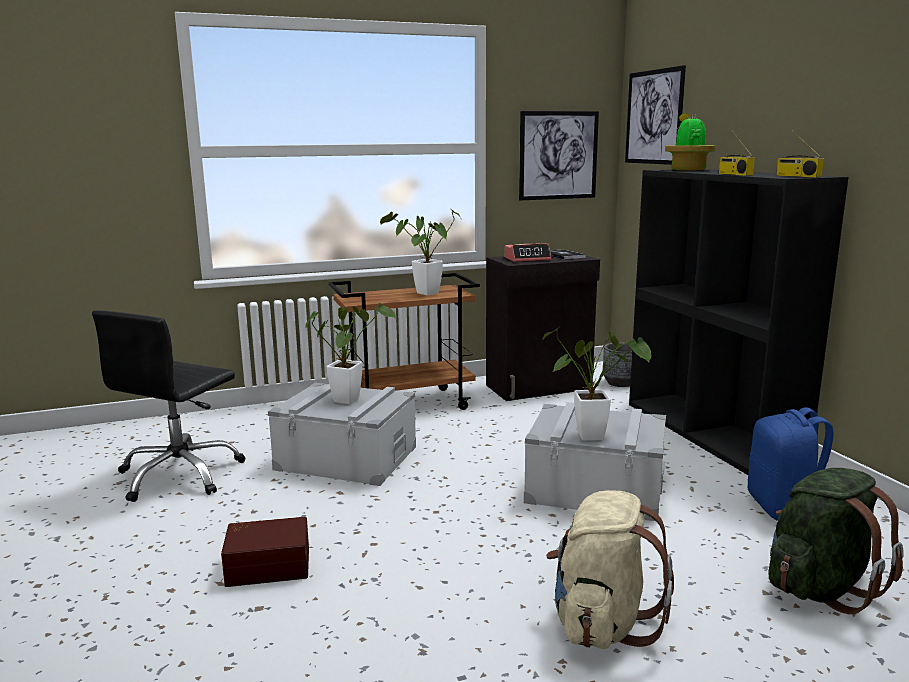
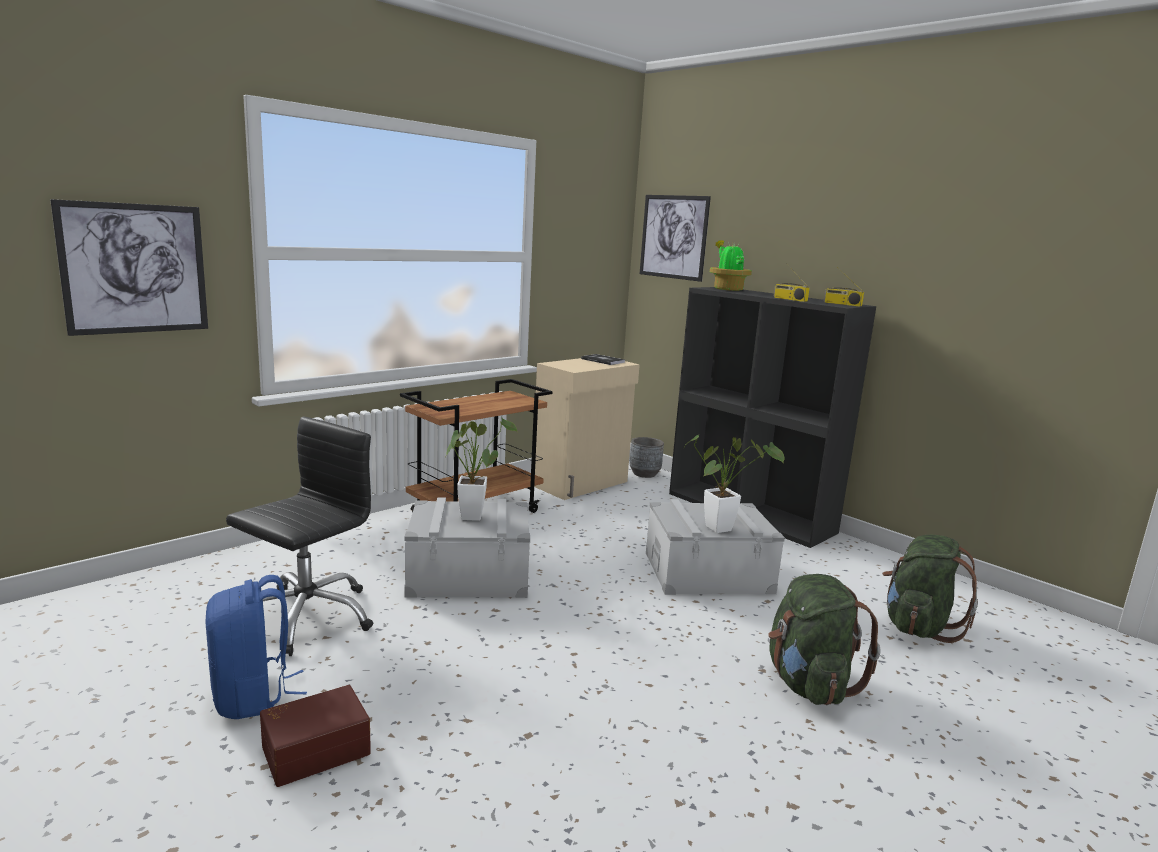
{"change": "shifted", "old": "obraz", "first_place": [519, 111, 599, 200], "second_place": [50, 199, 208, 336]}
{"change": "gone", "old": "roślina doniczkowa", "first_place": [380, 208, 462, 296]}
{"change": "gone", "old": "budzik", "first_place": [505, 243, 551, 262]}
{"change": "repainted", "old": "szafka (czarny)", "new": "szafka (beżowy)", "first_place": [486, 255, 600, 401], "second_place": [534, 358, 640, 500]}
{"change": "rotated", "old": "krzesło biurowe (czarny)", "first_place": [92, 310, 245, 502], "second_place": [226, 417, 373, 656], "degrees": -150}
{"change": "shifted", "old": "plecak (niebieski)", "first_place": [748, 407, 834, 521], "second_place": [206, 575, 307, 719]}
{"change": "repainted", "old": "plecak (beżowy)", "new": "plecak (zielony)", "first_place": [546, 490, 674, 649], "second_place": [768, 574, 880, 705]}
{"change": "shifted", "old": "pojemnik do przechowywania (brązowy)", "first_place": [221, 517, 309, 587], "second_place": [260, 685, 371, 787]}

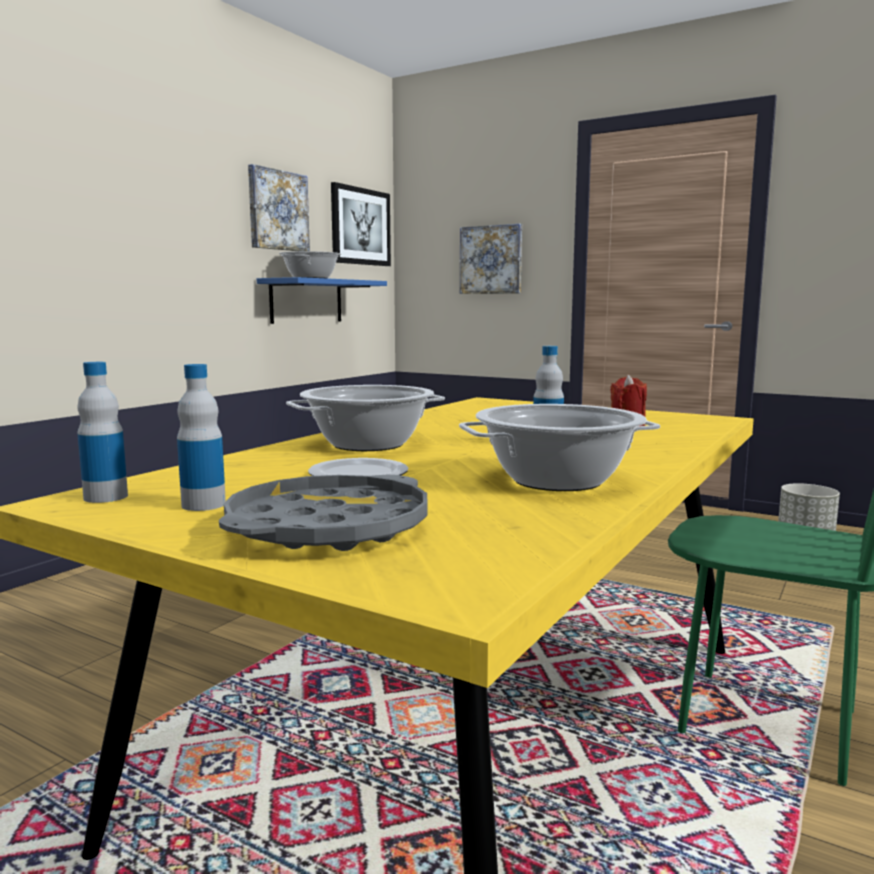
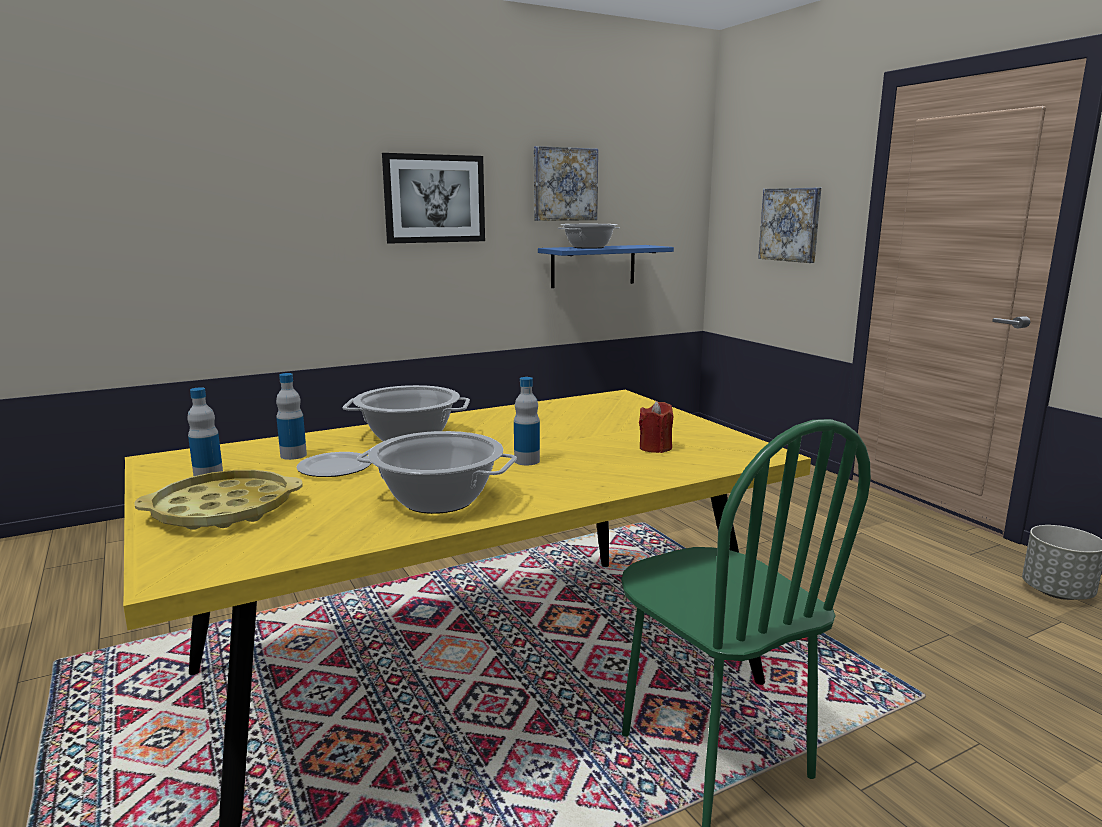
{"change": "shifted", "old": "obraz", "first_place": [331, 182, 391, 266], "second_place": [382, 153, 485, 244]}
{"change": "shifted", "old": "butelka", "first_place": [77, 362, 128, 503], "second_place": [276, 373, 307, 460]}
{"change": "repainted", "old": "taca (szary)", "new": "taca (żółty)", "first_place": [219, 475, 428, 551], "second_place": [134, 470, 302, 530]}

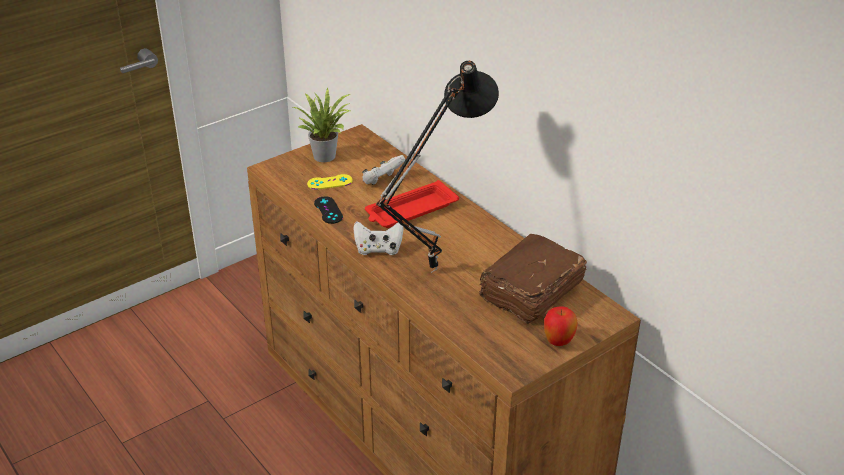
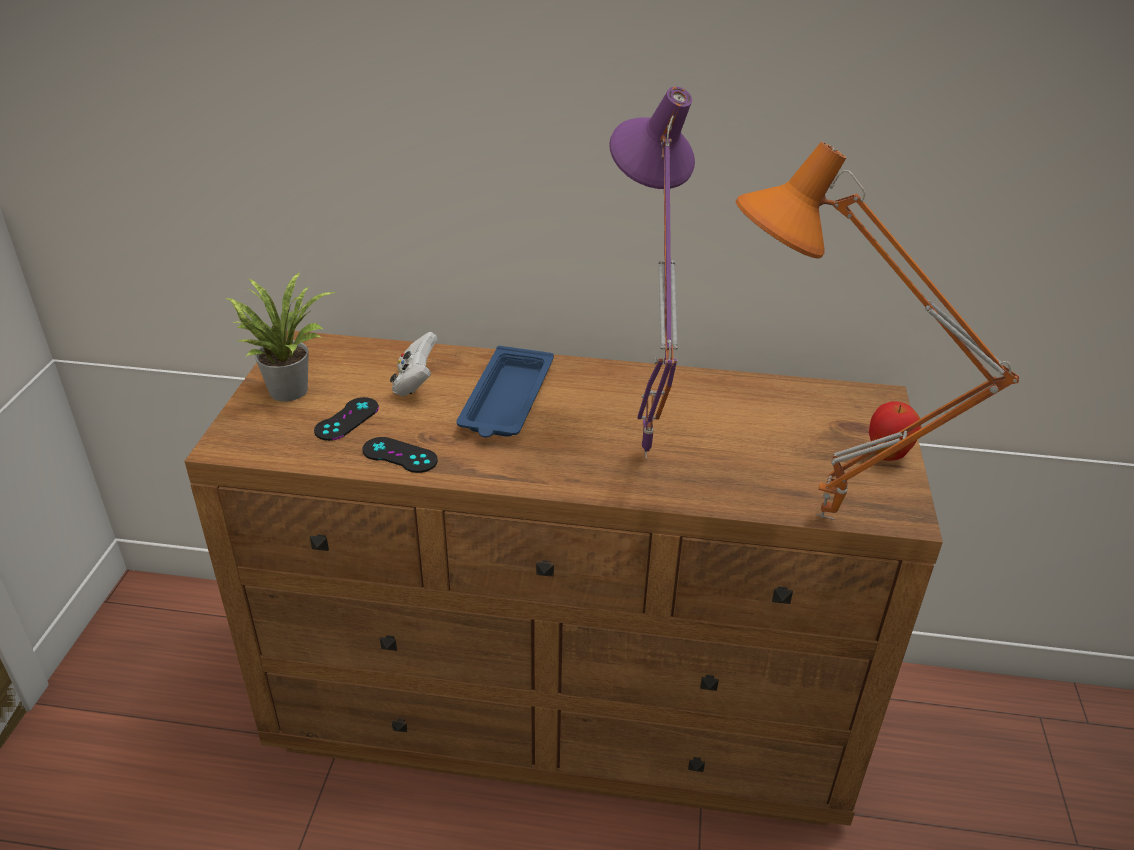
{"change": "repainted", "old": "lampa stołowa (czarny)", "new": "lampa stołowa (fioletowy)", "first_place": [376, 61, 499, 273], "second_place": [610, 87, 695, 460]}
{"change": "repainted", "old": "pad do gier (żółty)", "new": "pad do gier (czarny)", "first_place": [307, 174, 353, 190], "second_place": [314, 397, 379, 441]}
{"change": "repainted", "old": "taca (czerwony)", "new": "taca (niebieski)", "first_place": [365, 180, 459, 228], "second_place": [456, 346, 554, 437]}
{"change": "gone", "old": "pad do gier (biały)", "first_place": [353, 221, 404, 255]}
{"change": "gone", "old": "książka (brązowy)", "first_place": [479, 234, 587, 324]}
{"change": "new", "new": "lampa stołowa (pomarańczowy)", "second_place": [736, 141, 1019, 520]}

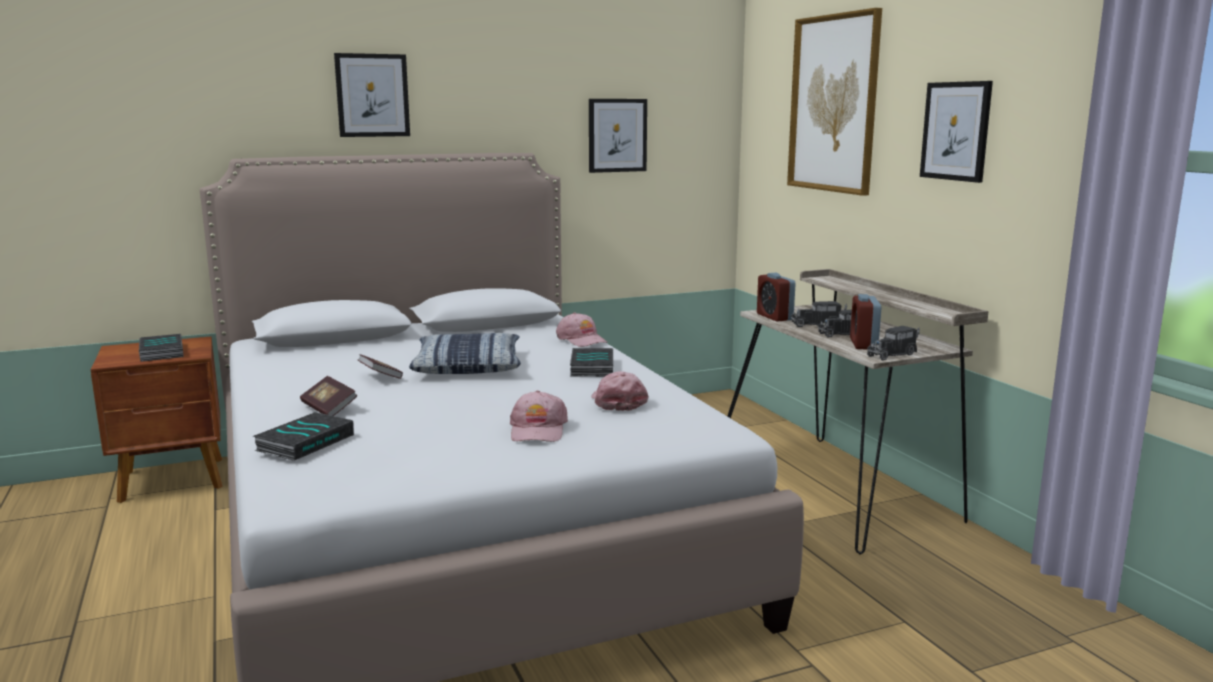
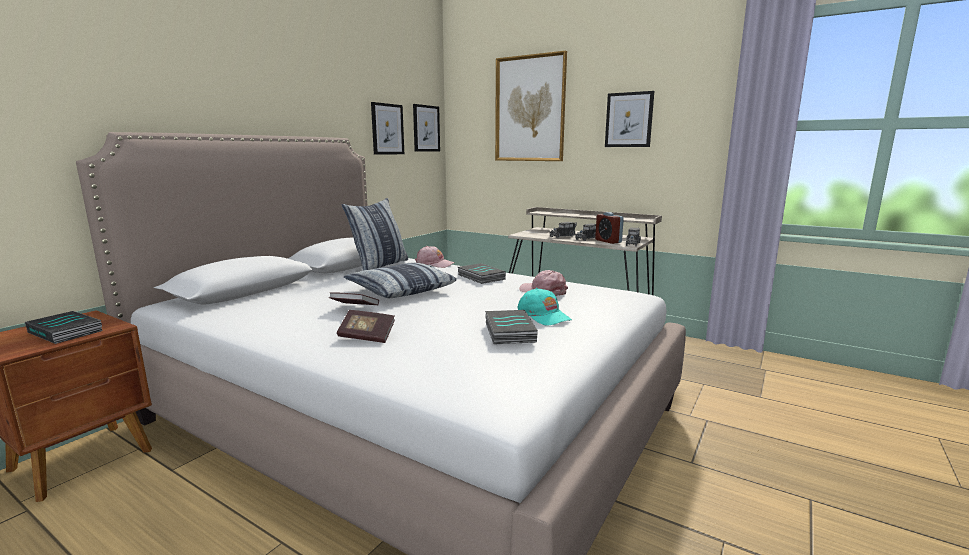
{"change": "shifted", "old": "obraz", "first_place": [334, 53, 410, 137], "second_place": [413, 104, 440, 152]}
{"change": "gone", "old": "budzik", "first_place": [757, 273, 796, 322]}
{"change": "repainted", "old": "czapka z daszkiem (różowy)", "new": "czapka z daszkiem (turkusowy)", "first_place": [510, 390, 568, 442], "second_place": [517, 288, 572, 326]}
{"change": "shifted", "old": "książka", "first_place": [252, 412, 354, 461], "second_place": [485, 310, 538, 344]}
{"change": "new", "new": "poduszka", "second_place": [341, 198, 408, 271]}

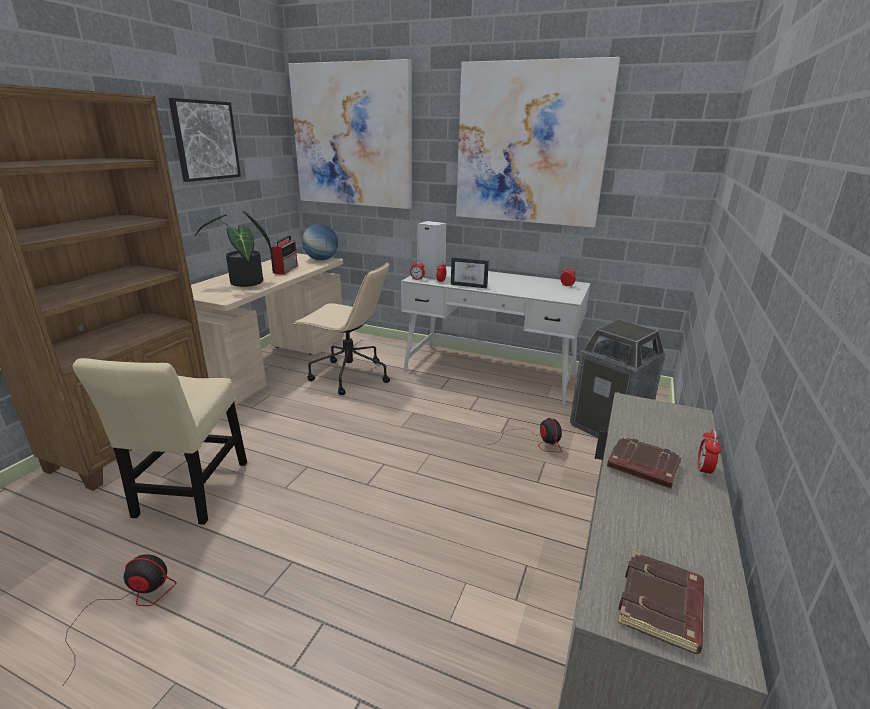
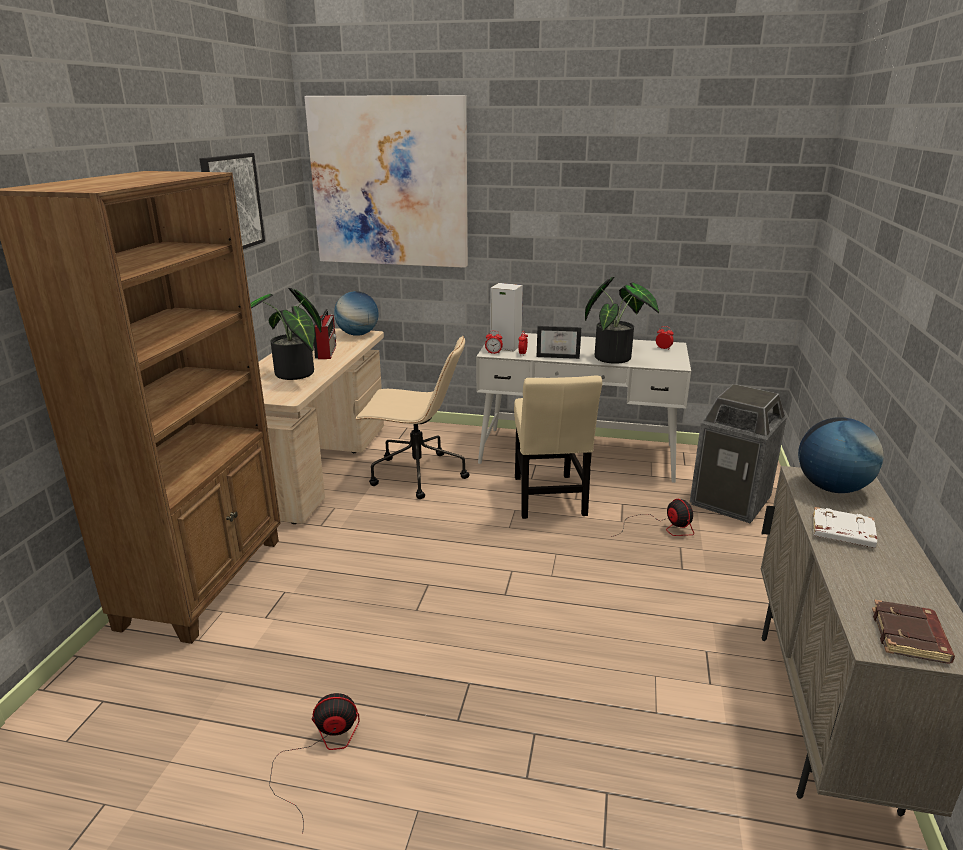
{"change": "gone", "old": "obraz", "first_place": [456, 57, 620, 228]}
{"change": "shifted", "old": "krzesło (beżowy)", "first_place": [72, 358, 247, 525], "second_place": [514, 375, 602, 519]}
{"change": "gone", "old": "budzik", "first_place": [698, 429, 721, 477]}
{"change": "repainted", "old": "książka (brązowy)", "new": "książka (biały)", "first_place": [607, 436, 683, 489], "second_place": [813, 507, 877, 548]}
{"change": "new", "new": "roślina doniczkowa", "second_place": [585, 277, 659, 364]}
{"change": "new", "new": "globus", "second_place": [798, 417, 884, 493]}

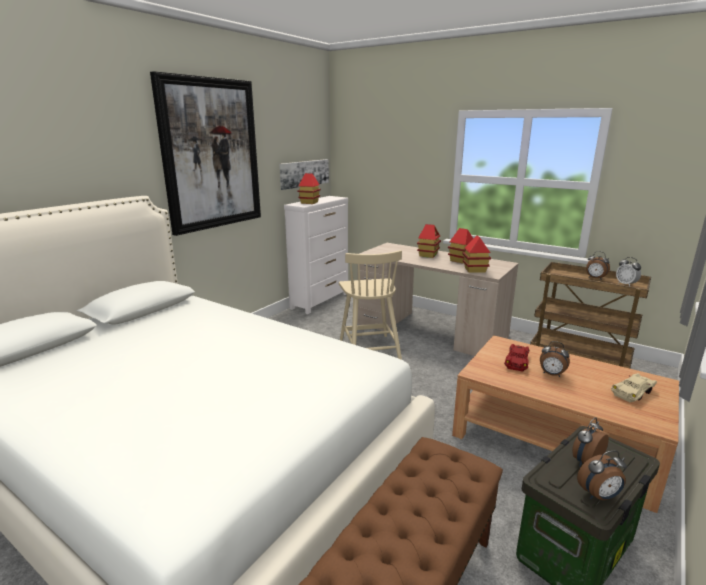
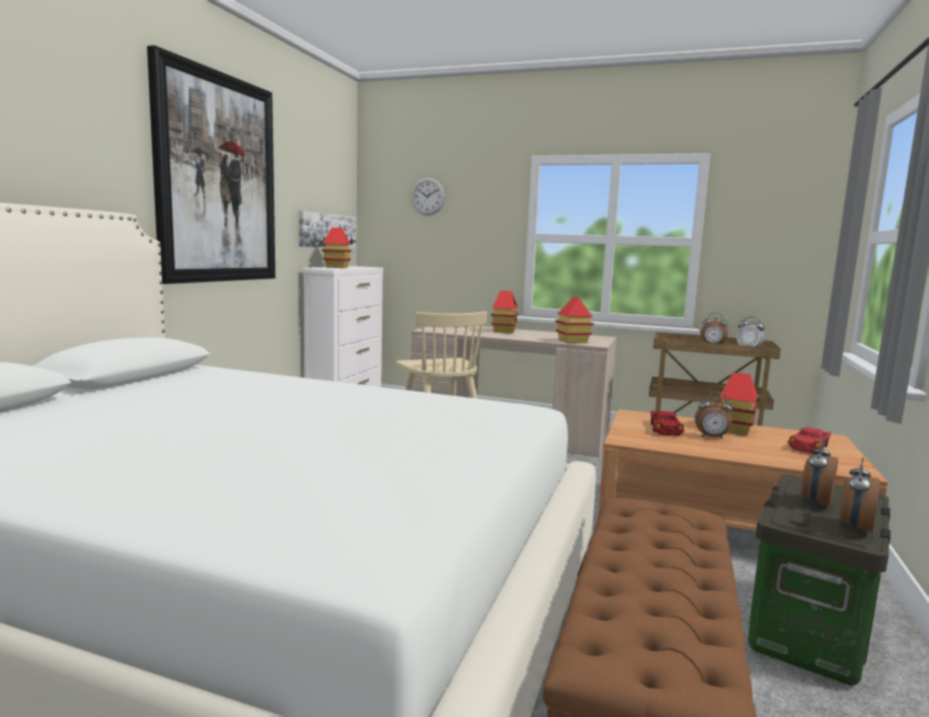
{"change": "shifted", "old": "domek", "first_place": [448, 228, 474, 264], "second_place": [719, 372, 758, 435]}
{"change": "repainted", "old": "samochodzik (beżowy)", "new": "samochodzik (czerwony)", "first_place": [611, 373, 657, 402], "second_place": [788, 427, 831, 454]}
{"change": "rotated", "old": "budzik", "first_place": [577, 451, 627, 500], "second_place": [839, 457, 880, 532], "degrees": 150}
{"change": "new", "new": "zegar ścienny", "second_place": [411, 178, 445, 216]}

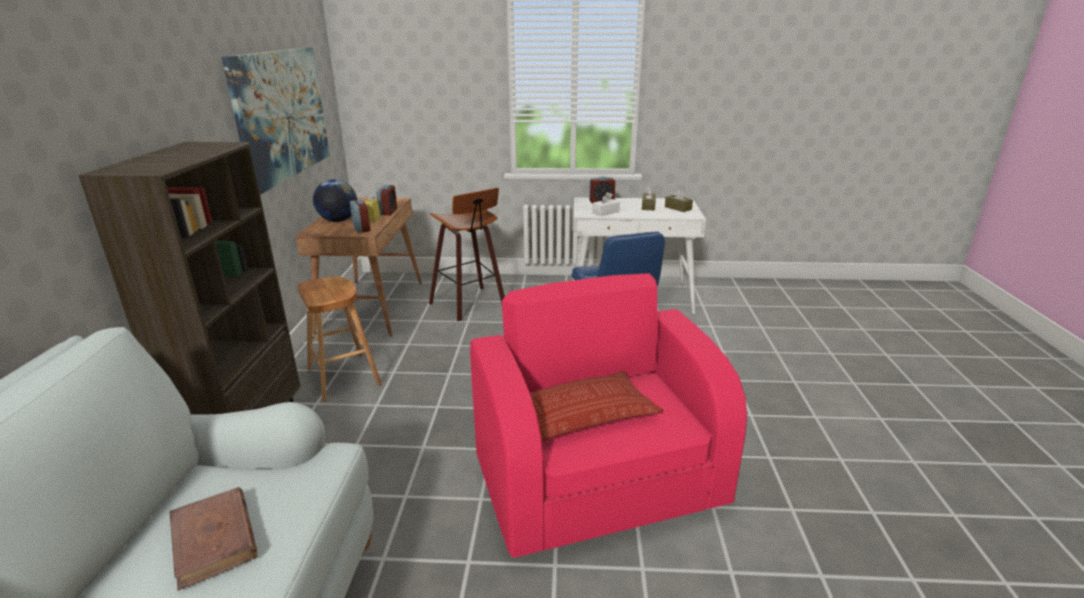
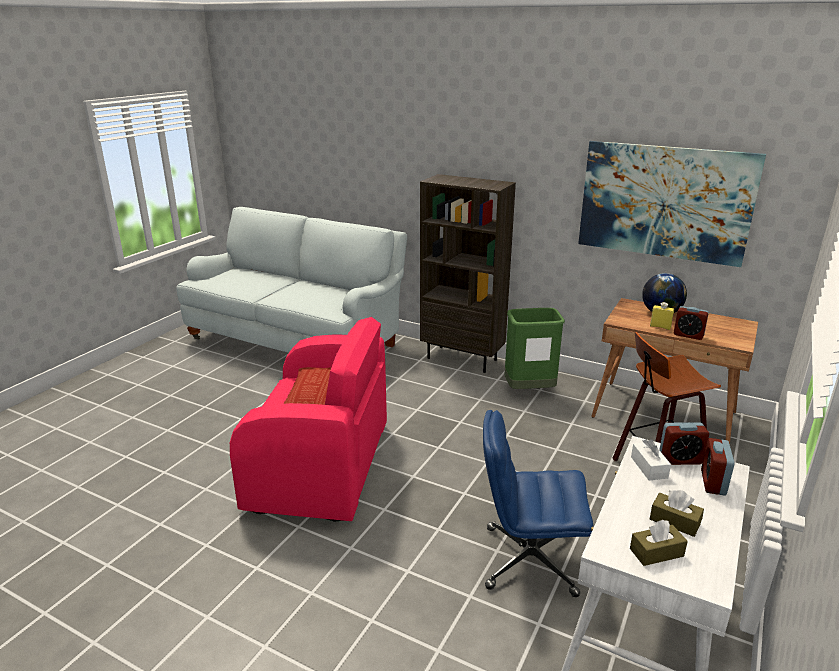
{"change": "shifted", "old": "budzik", "first_place": [350, 199, 370, 233], "second_place": [659, 422, 709, 465]}
{"change": "swapped", "old": "stołek (brązowy)", "new": "kosz na śmieci (zielony)", "first_place": [298, 276, 381, 402], "second_place": [505, 308, 565, 389]}
{"change": "gone", "old": "książka (brązowy)", "first_place": [169, 487, 257, 591]}

